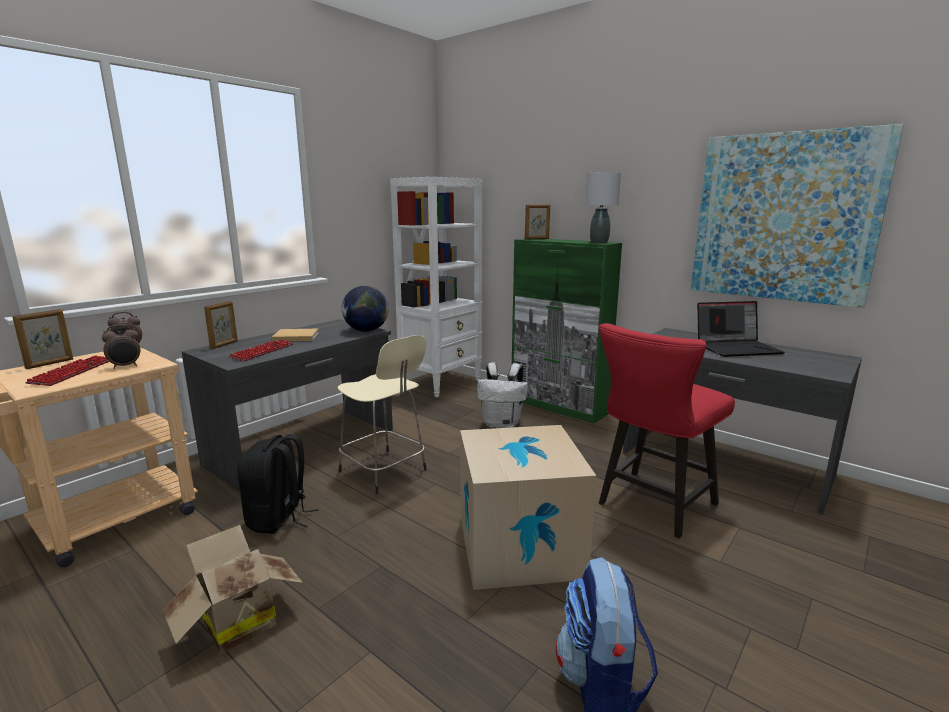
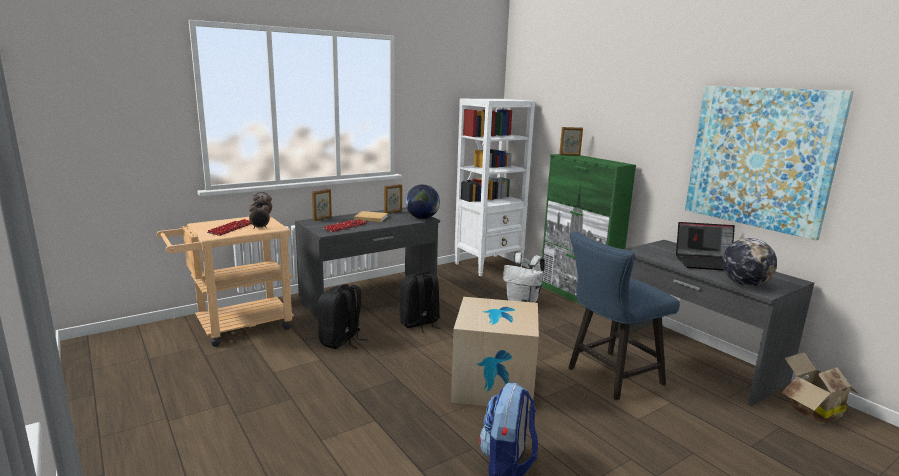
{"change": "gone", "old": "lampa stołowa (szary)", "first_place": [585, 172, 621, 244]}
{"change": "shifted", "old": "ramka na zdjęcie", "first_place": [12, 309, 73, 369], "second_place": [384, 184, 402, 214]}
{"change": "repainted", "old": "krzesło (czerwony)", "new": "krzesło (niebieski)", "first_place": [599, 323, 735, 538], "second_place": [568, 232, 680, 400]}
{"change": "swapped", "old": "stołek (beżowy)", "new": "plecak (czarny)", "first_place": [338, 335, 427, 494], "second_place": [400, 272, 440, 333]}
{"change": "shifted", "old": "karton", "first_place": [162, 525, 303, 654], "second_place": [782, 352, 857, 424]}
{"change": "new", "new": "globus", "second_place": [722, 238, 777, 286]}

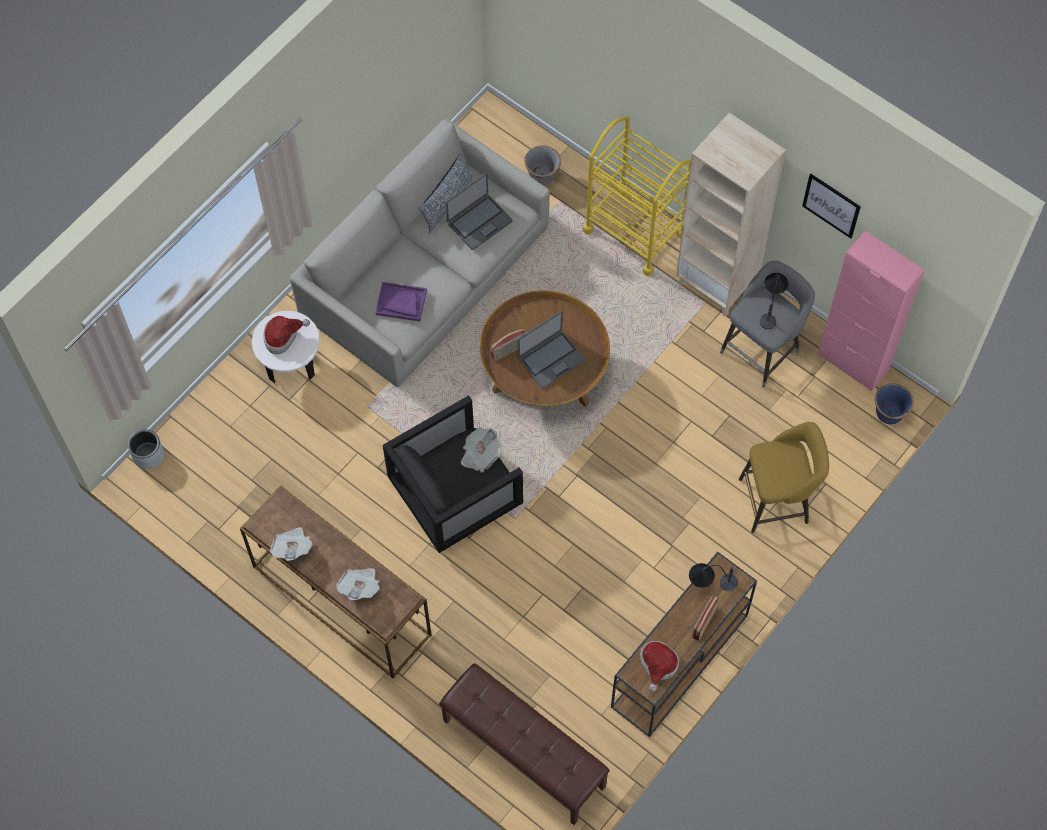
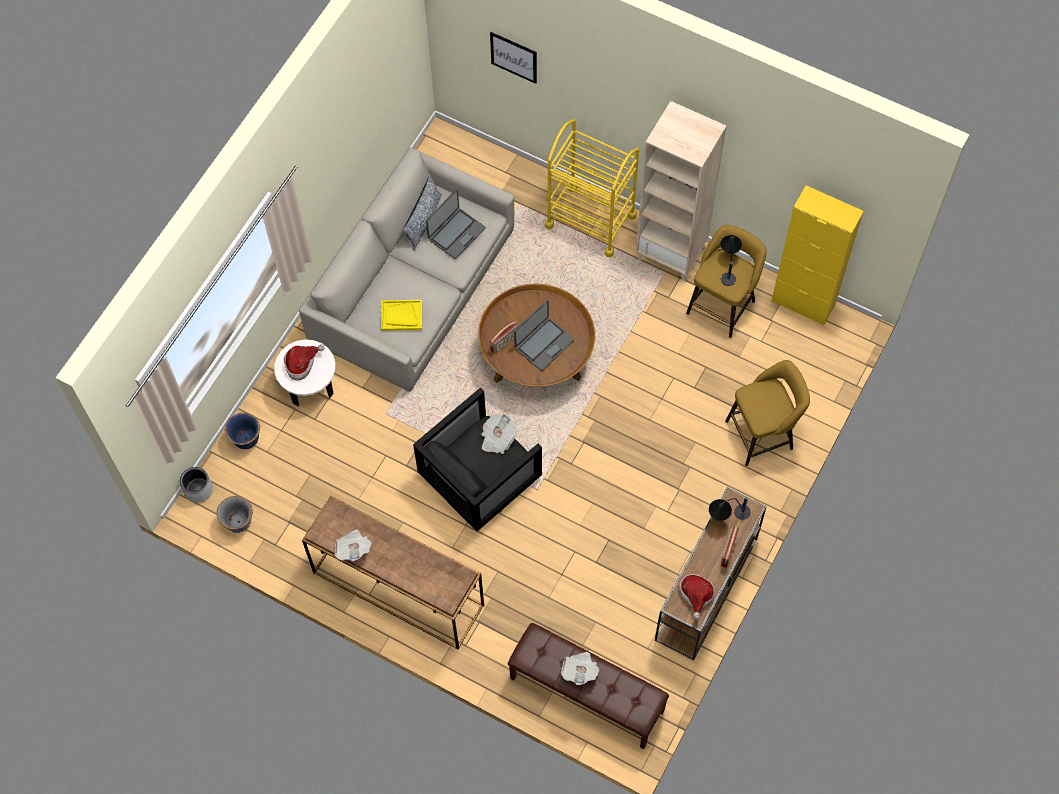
{"change": "shifted", "old": "donica (szary)", "first_place": [524, 145, 561, 185], "second_place": [217, 496, 253, 533]}
{"change": "shifted", "old": "obraz", "first_place": [802, 173, 861, 239], "second_place": [490, 32, 537, 84]}
{"change": "repainted", "old": "szafka (różowy)", "new": "szafka (żółty)", "first_place": [818, 231, 924, 392], "second_place": [771, 185, 864, 326]}
{"change": "repainted", "old": "stołek (szary)", "new": "stołek (żółty)", "first_place": [720, 261, 815, 388], "second_place": [686, 225, 767, 338]}
{"change": "repainted", "old": "taca (fioletowy)", "new": "taca (żółty)", "first_place": [375, 282, 427, 322], "second_place": [381, 300, 422, 331]}
{"change": "shifted", "old": "donica (niebieski)", "first_place": [875, 384, 914, 424], "second_place": [225, 413, 260, 449]}
{"change": "shifted", "old": "gazeta", "first_place": [336, 568, 380, 600], "second_place": [561, 652, 600, 685]}

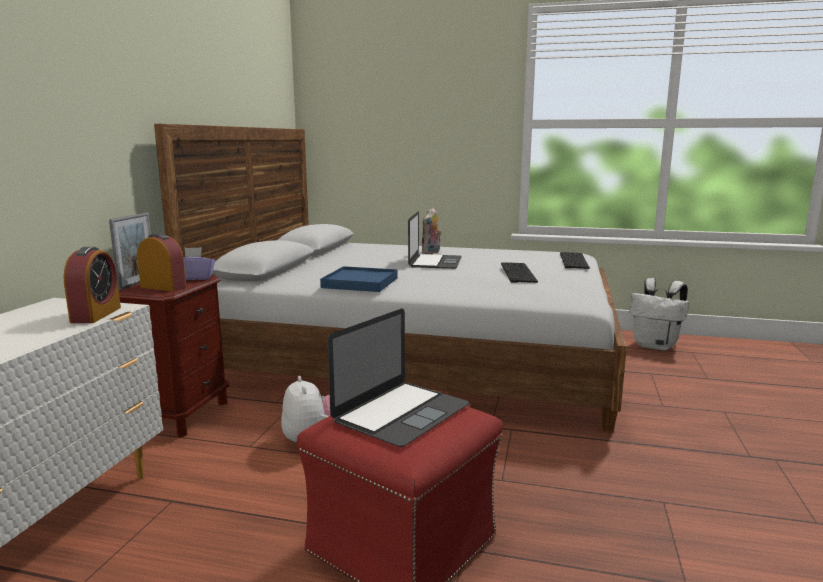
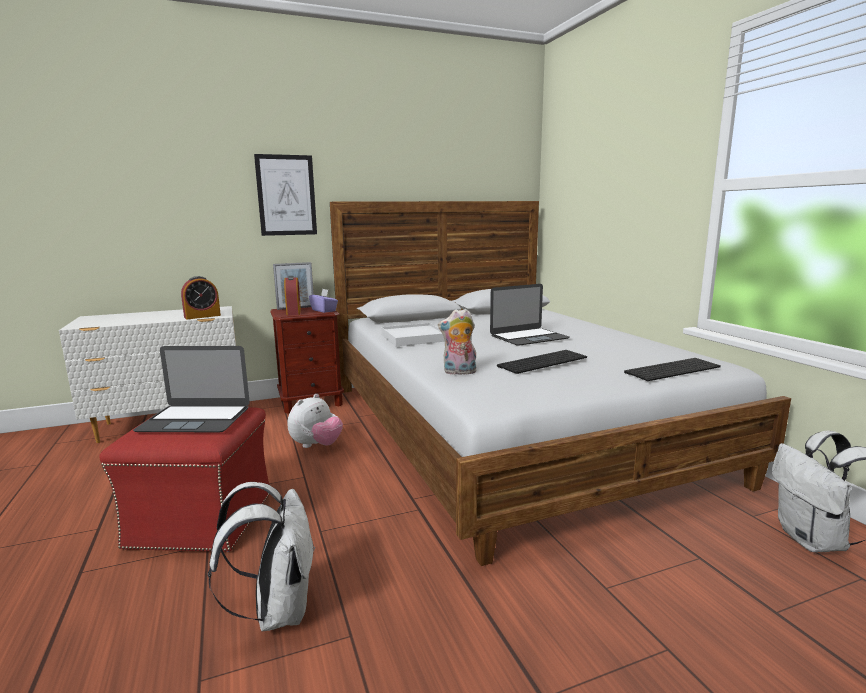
{"change": "shifted", "old": "pluszak", "first_place": [422, 208, 441, 254], "second_place": [438, 309, 477, 375]}
{"change": "repainted", "old": "taca (niebieski)", "new": "taca (biały)", "first_place": [320, 266, 398, 292], "second_place": [381, 323, 445, 346]}
{"change": "new", "new": "obraz", "second_place": [254, 154, 317, 236]}
{"change": "new", "new": "plecak (biały)", "second_place": [208, 482, 315, 632]}

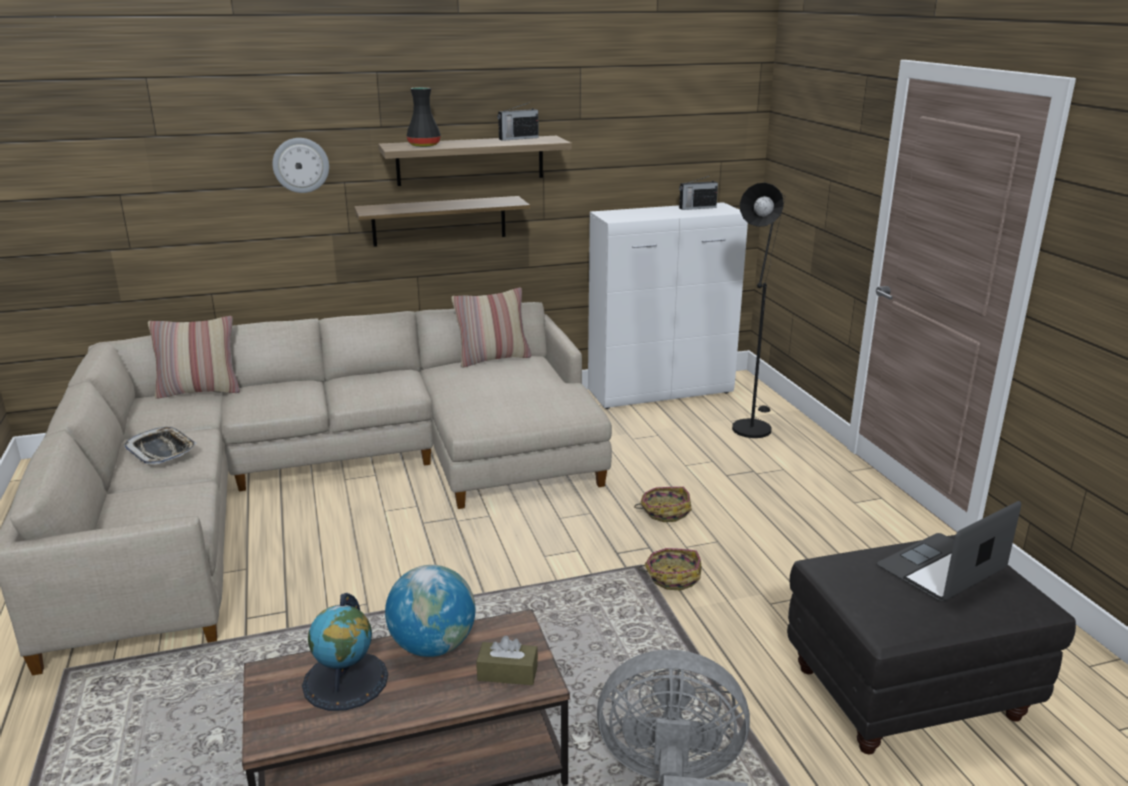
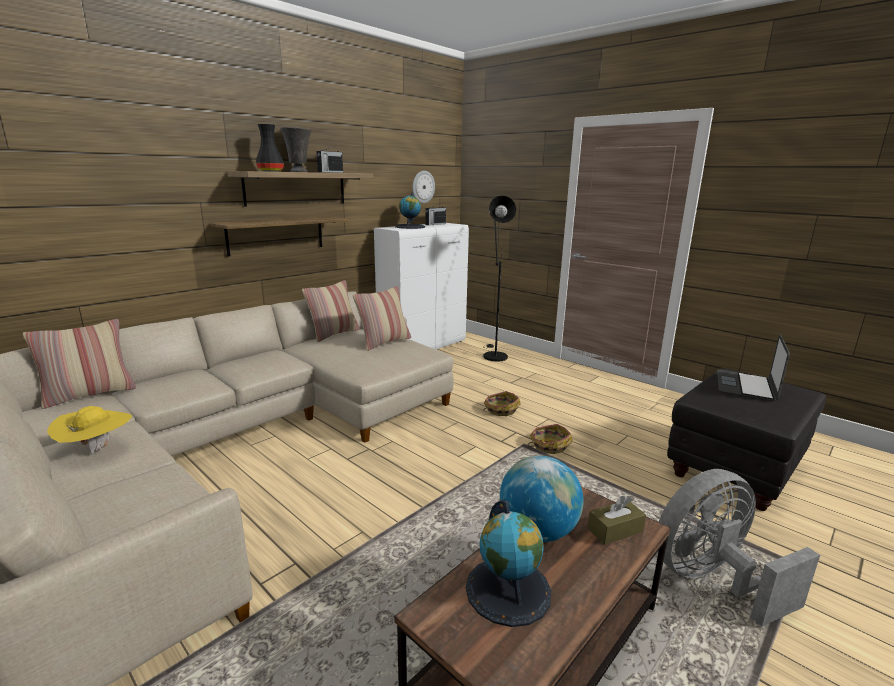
{"change": "shifted", "old": "zegar ścienny", "first_place": [272, 138, 329, 193], "second_place": [412, 171, 435, 203]}
{"change": "swapped", "old": "taca", "new": "kapelusz (żółty)", "first_place": [124, 427, 197, 465], "second_place": [47, 406, 132, 455]}
{"change": "new", "new": "wazon (szary)", "second_place": [280, 127, 312, 172]}
{"change": "new", "new": "globus", "second_place": [395, 193, 425, 229]}
{"change": "new", "new": "poduszka", "second_place": [353, 286, 411, 351]}

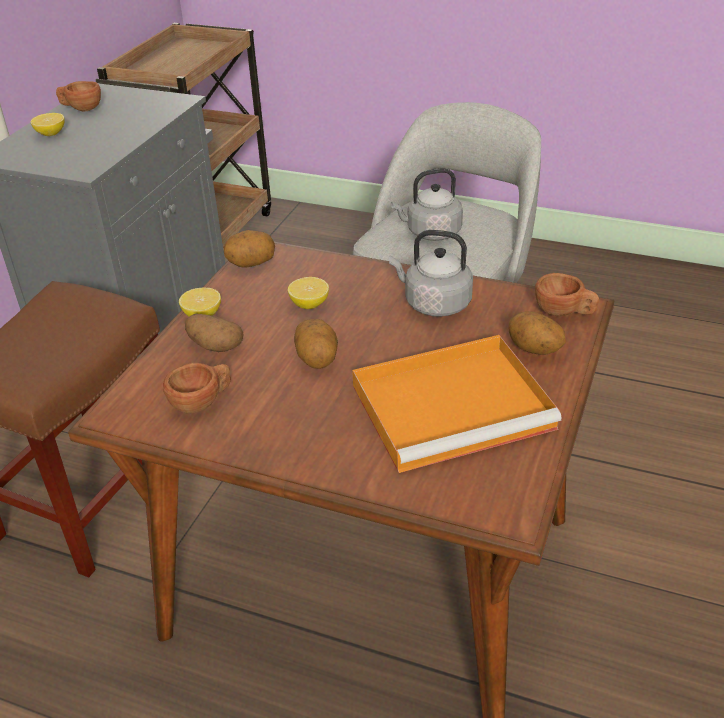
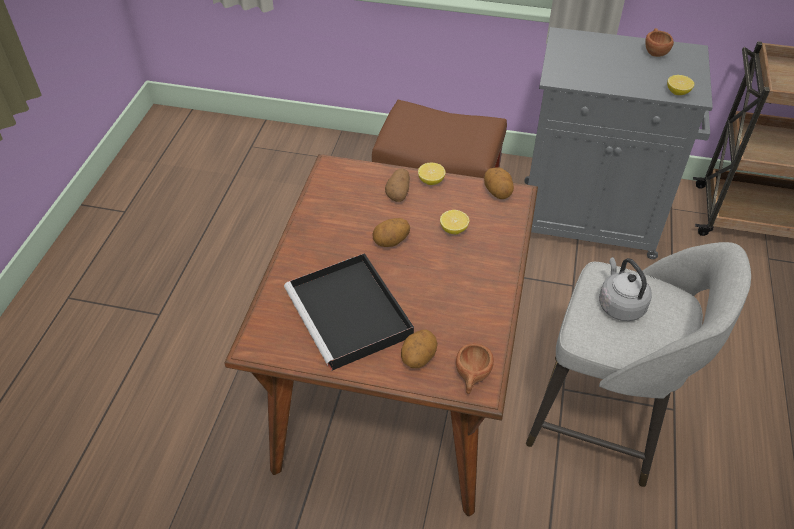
{"change": "shifted", "old": "cytryna", "first_place": [31, 113, 65, 136], "second_place": [667, 75, 694, 95]}
{"change": "gone", "old": "czajnik (szary)", "first_place": [389, 230, 473, 317]}
{"change": "repainted", "old": "taca (pomarańczowy)", "new": "taca (czarny)", "first_place": [352, 335, 561, 473], "second_place": [284, 253, 414, 371]}
{"change": "gone", "old": "filiżanka (brązowy)", "first_place": [163, 363, 231, 414]}

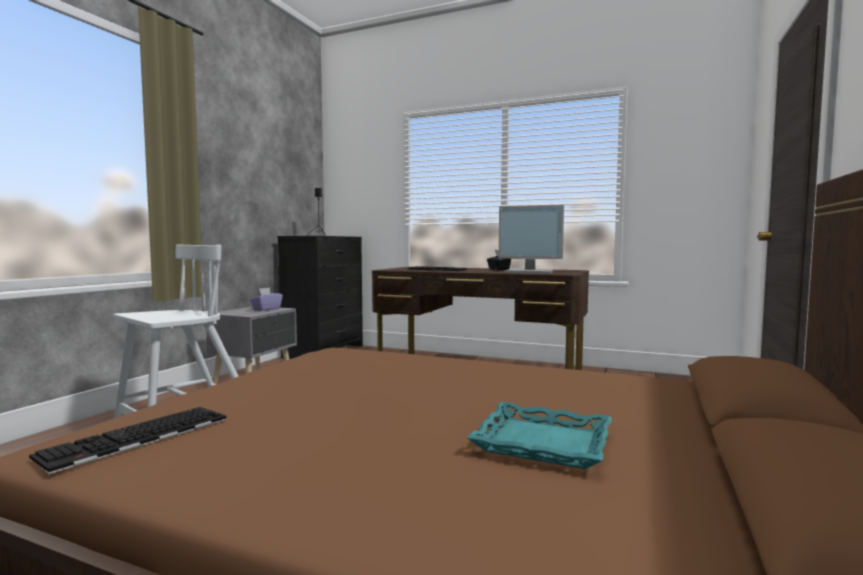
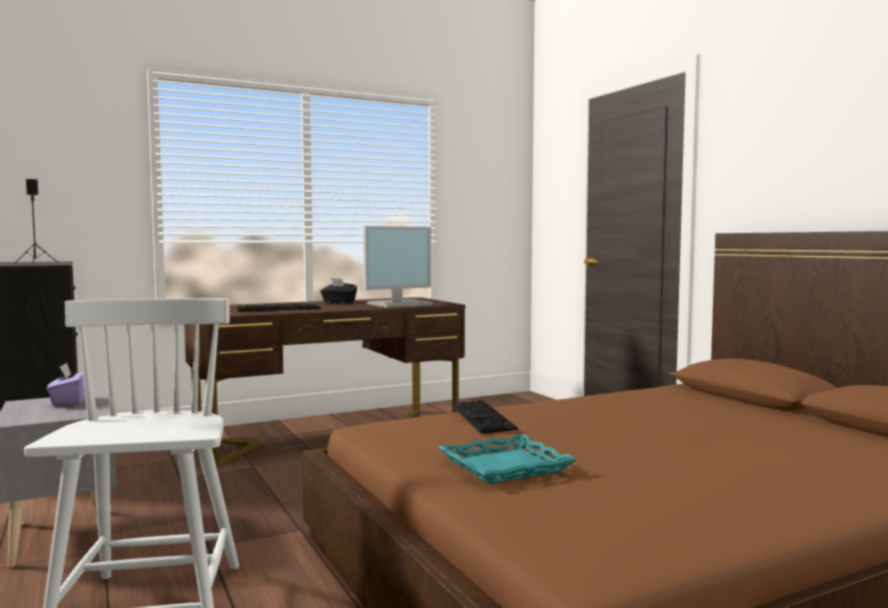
{"change": "shifted", "old": "taca (turkusowy)", "first_place": [467, 402, 612, 469], "second_place": [438, 434, 577, 484]}
{"change": "shifted", "old": "klawiatura", "first_place": [29, 407, 226, 474], "second_place": [451, 400, 518, 434]}

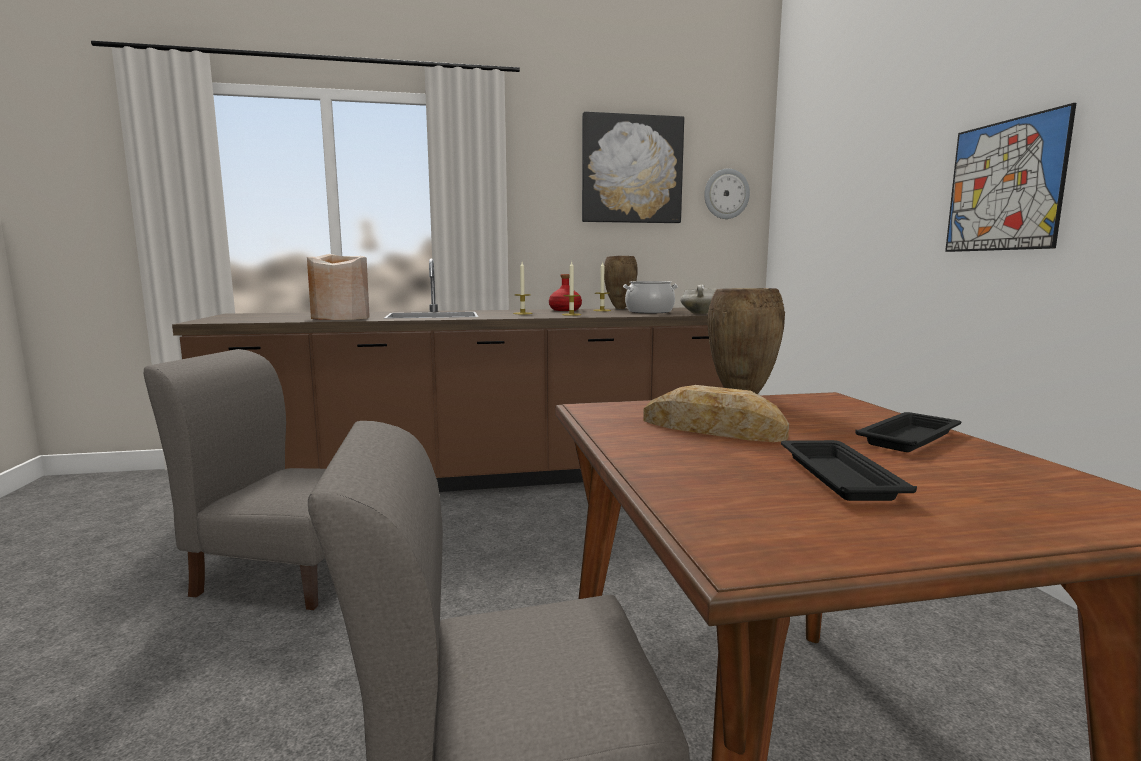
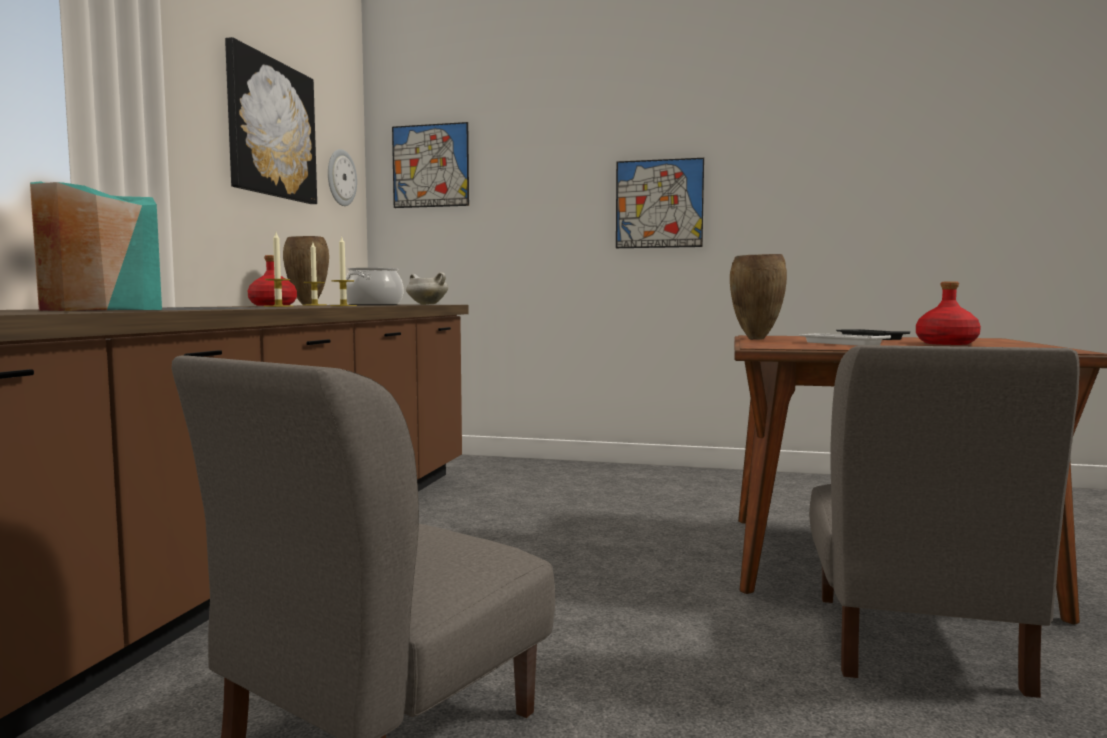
{"change": "repainted", "old": "wazon (beżowy)", "new": "wazon (turkusowy)", "first_place": [307, 254, 370, 320], "second_place": [30, 181, 162, 311]}
{"change": "swapped", "old": "chleb", "new": "taca (biały)", "first_place": [643, 385, 789, 442], "second_place": [799, 333, 891, 346]}
{"change": "swapped", "old": "taca (czarny)", "new": "butelka (czerwony)", "first_place": [781, 440, 917, 501], "second_place": [916, 281, 981, 345]}
{"change": "new", "new": "obraz", "second_place": [392, 122, 469, 208]}

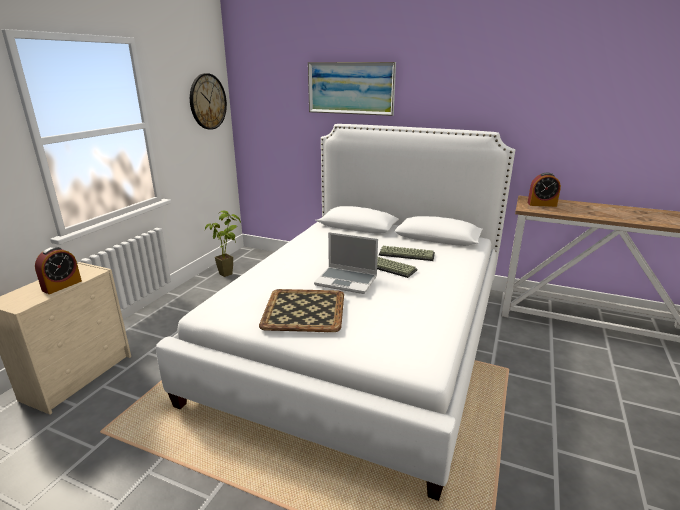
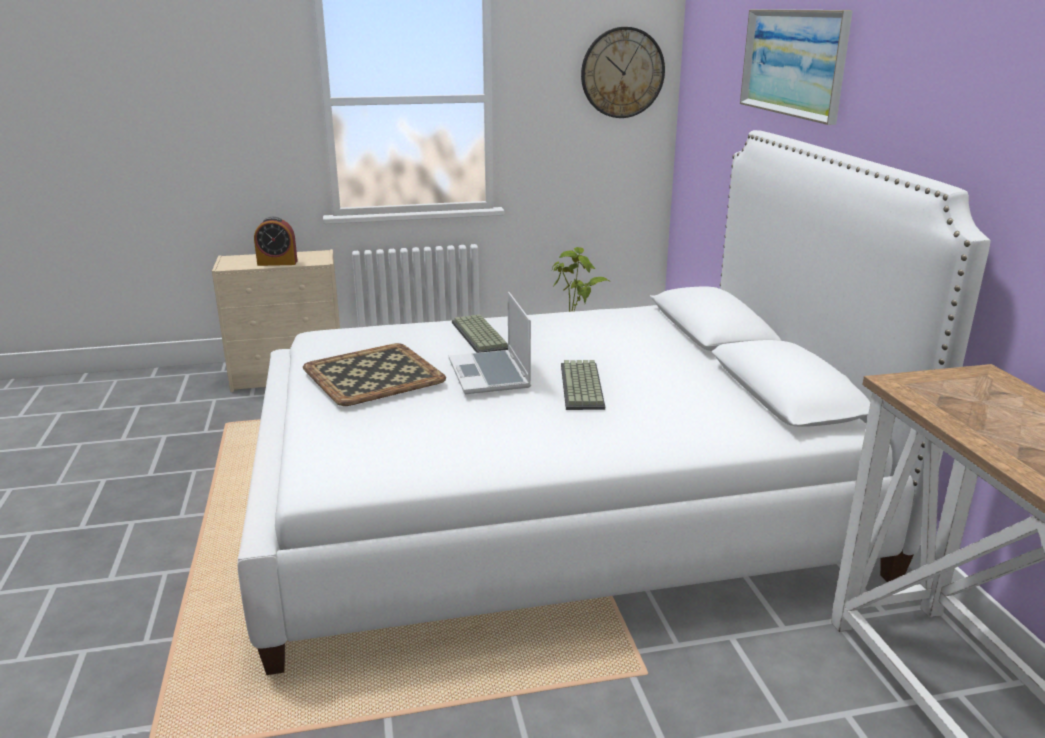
{"change": "gone", "old": "budzik", "first_place": [528, 172, 561, 207]}
{"change": "shifted", "old": "klawiatura", "first_place": [379, 246, 435, 261], "second_place": [452, 314, 508, 353]}

